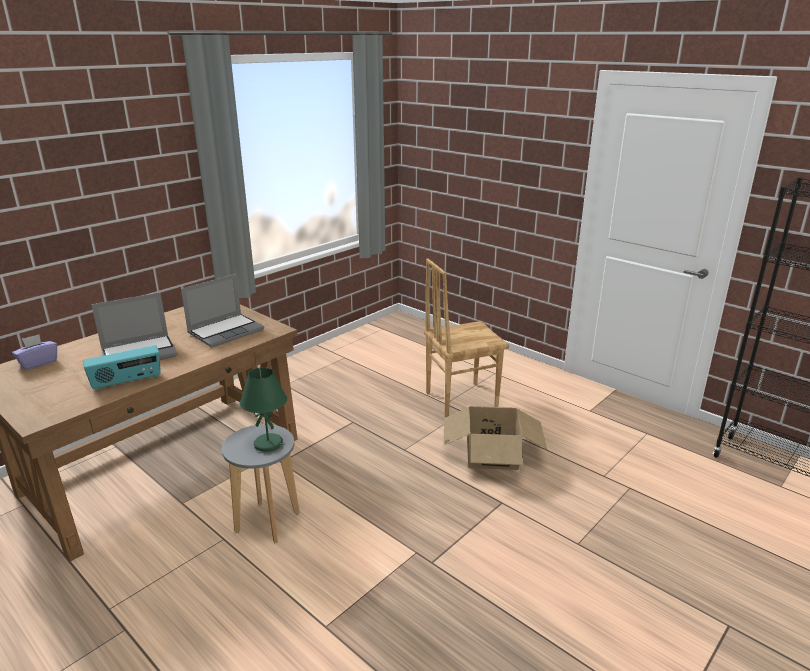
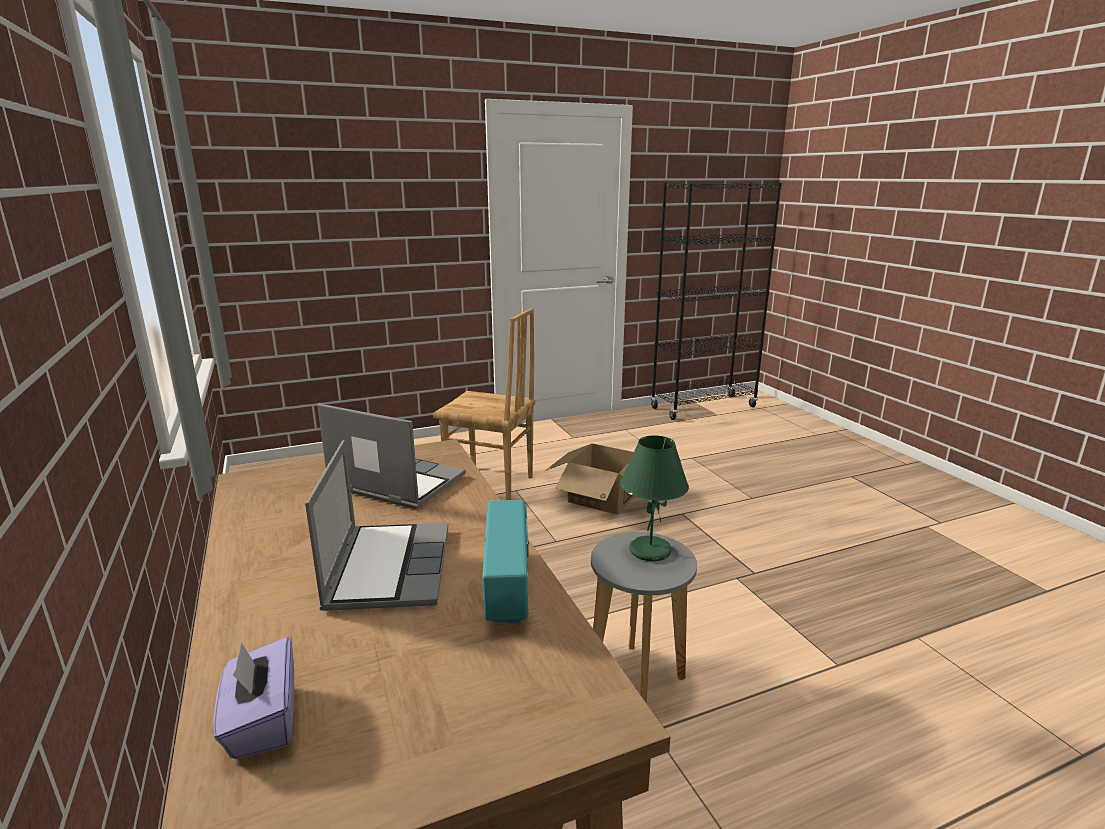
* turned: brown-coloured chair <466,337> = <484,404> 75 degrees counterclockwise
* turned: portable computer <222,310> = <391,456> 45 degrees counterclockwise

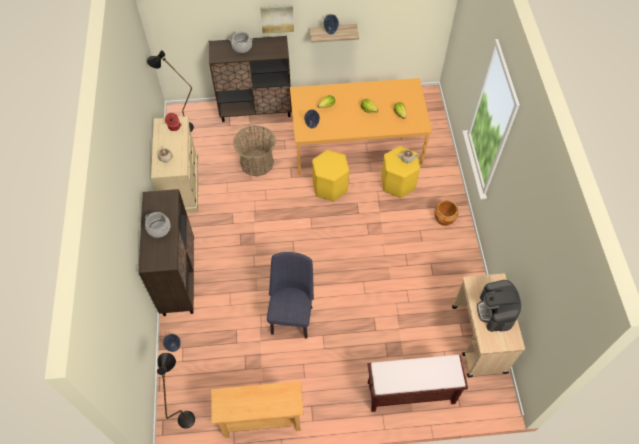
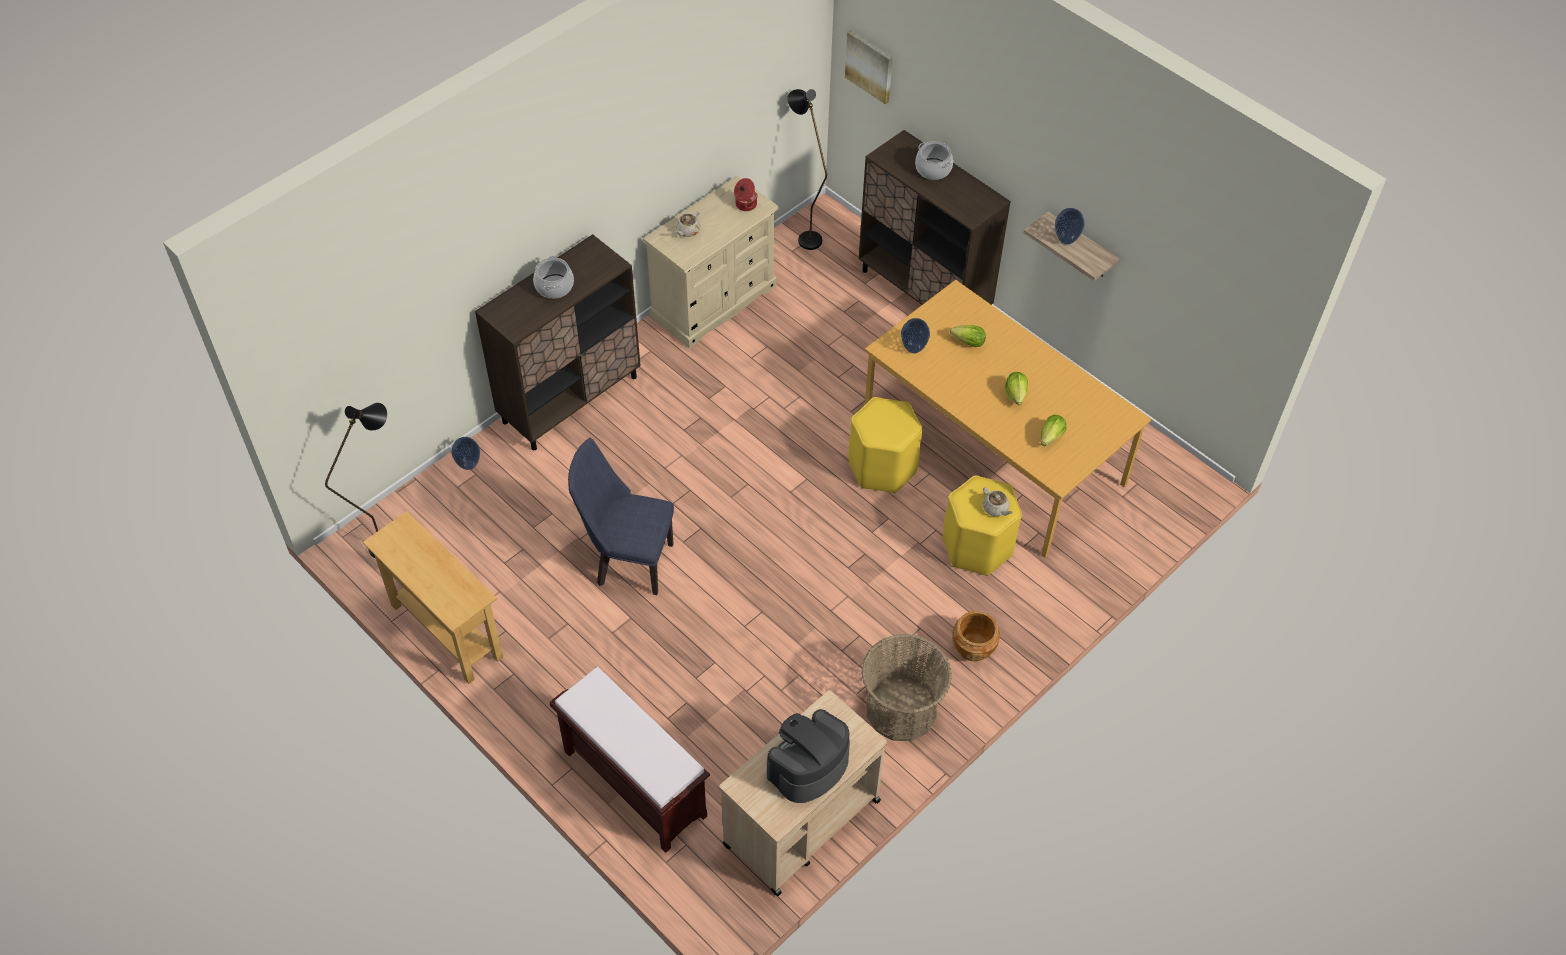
* moved: wall picture <277,19> to <869,67>
* moved: storage basket <254,151> to <906,687>
* turned: blue-coloured chair <290,295> = <621,516> 135 degrees counterclockwise

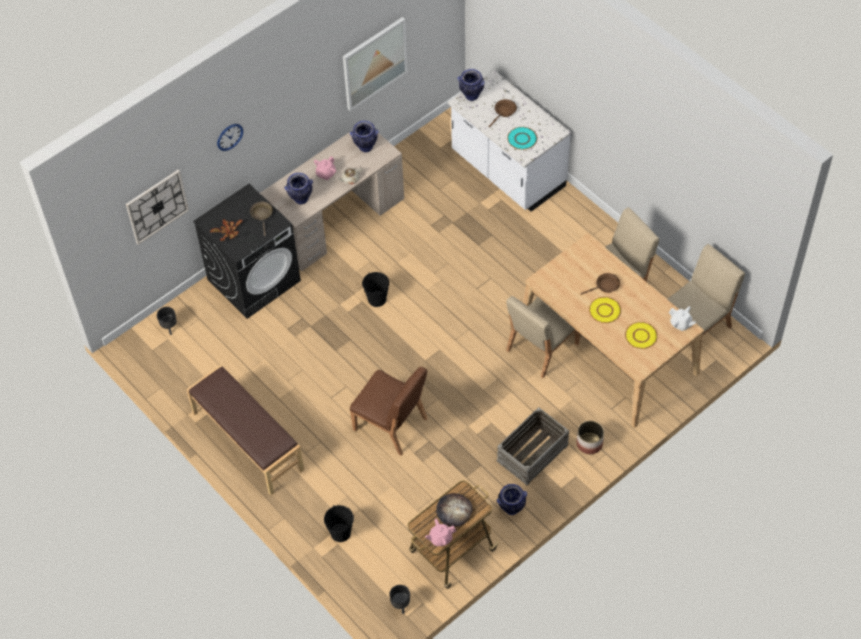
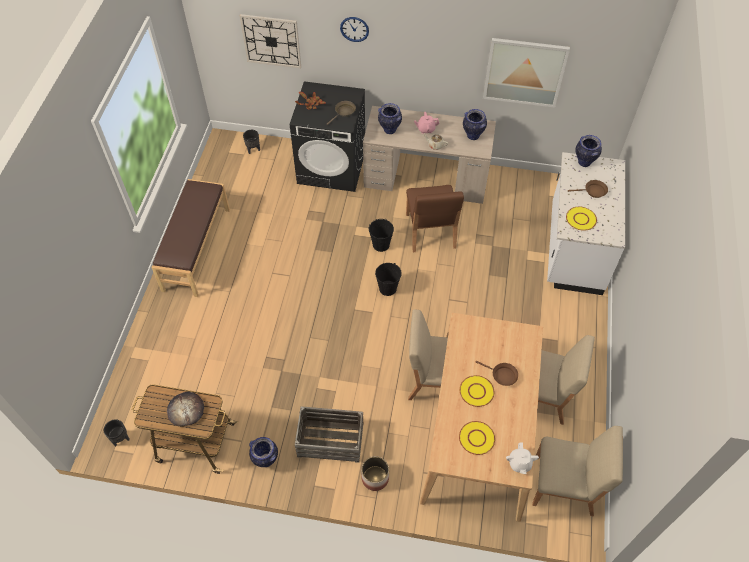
* recoloured: blue-green plate <522,138> to yellowish plate <581,219>
* moved: brown-coloured chair <389,411> to <435,219>
* moved: black-coloured water bucket <339,523> to <388,279>
* removed: pink tea pot <440,532>

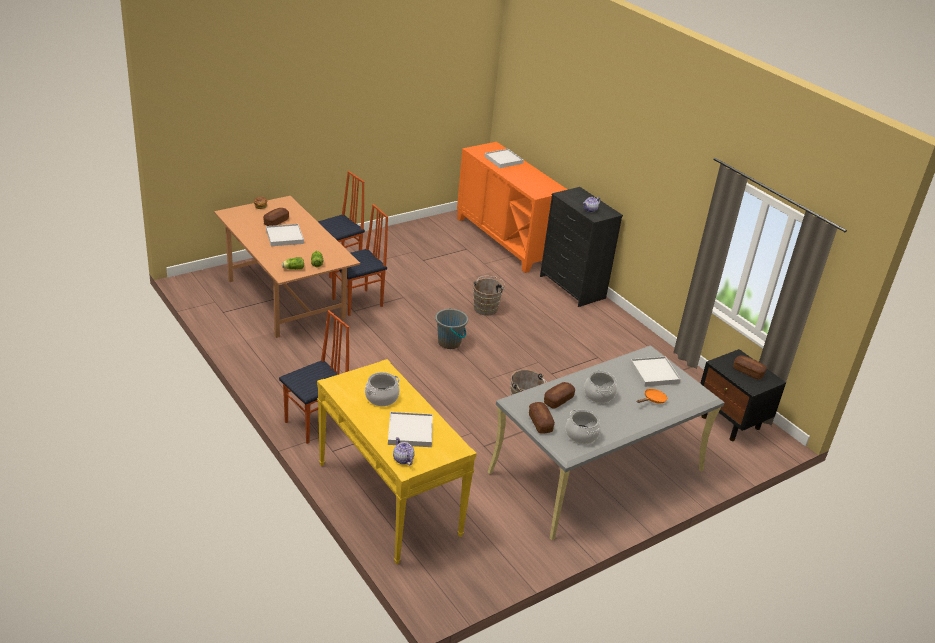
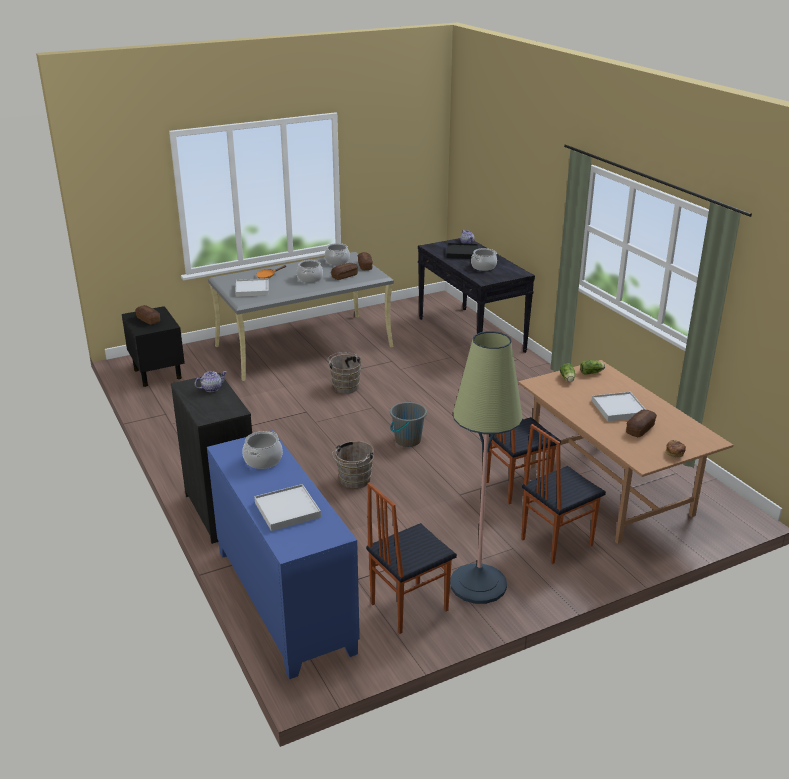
* recoloured: orange-coloured storage cabinet <512,207> to blue-coloured storage cabinet <283,554>
* moved: chair <314,377> to <411,558>
* recoloured: yellowish narrow table <397,462> to black-coloured narrow table <476,295>
* recoloured: whitish tray <410,429> to black-coloured tray <462,251>
* added: standard lamp <486,467>
* added: cooking pot <263,450>

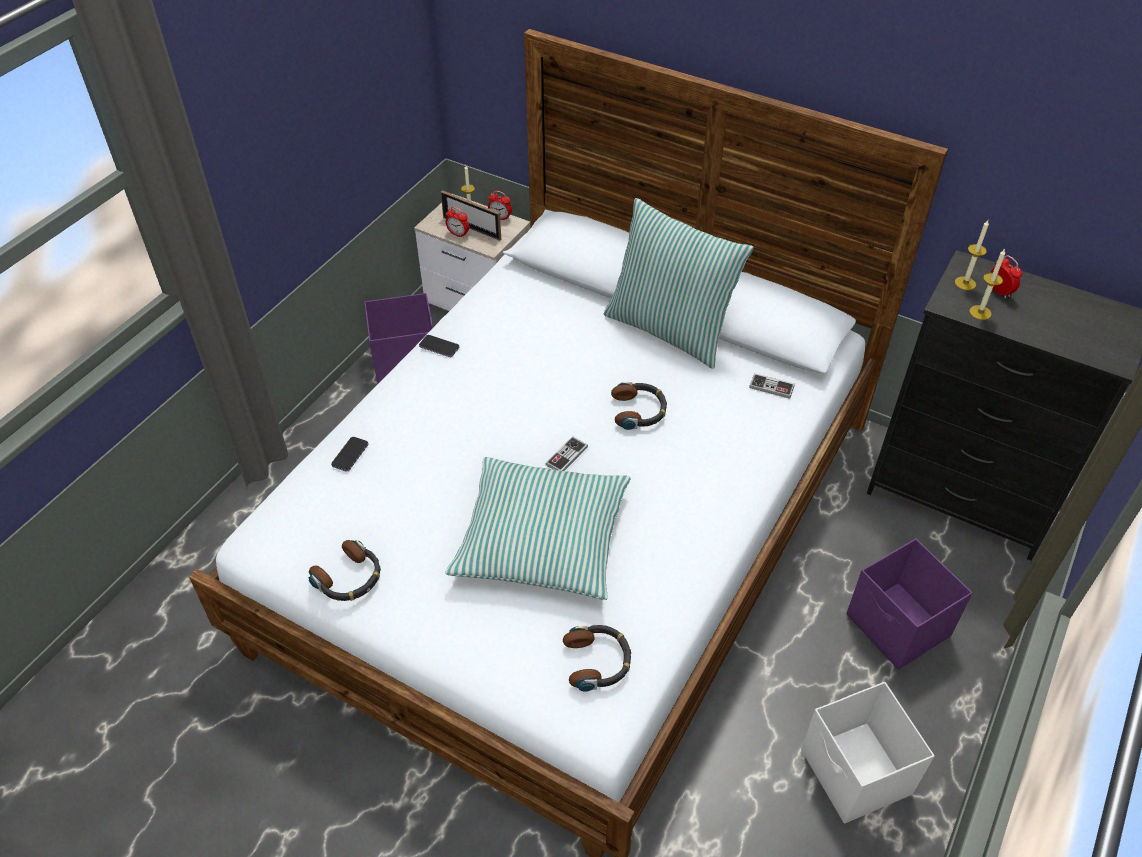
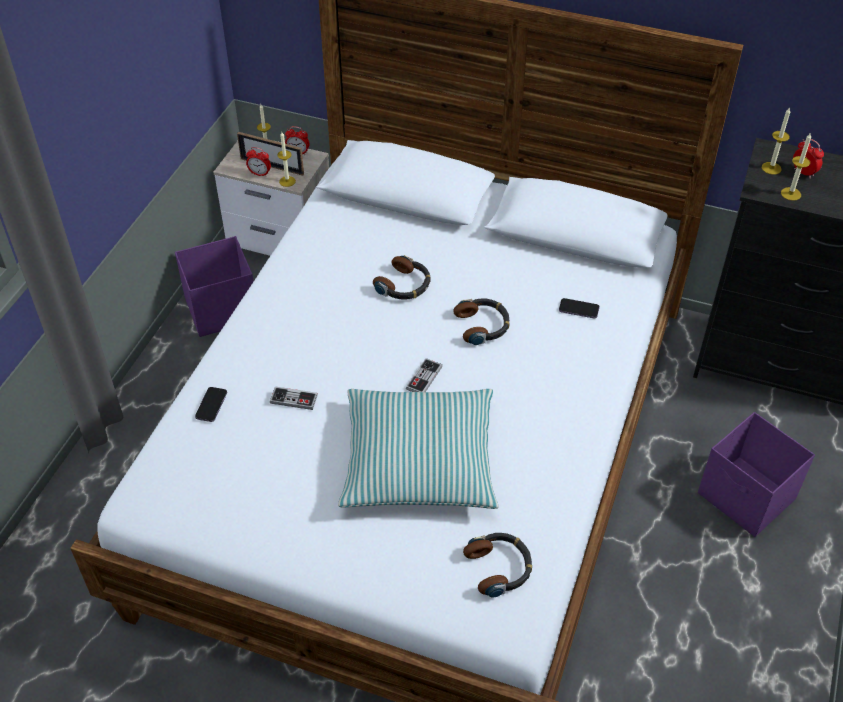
* removed: pillow <679,283>
* moved: telephone <439,346> to <579,308>
* moved: joypad <772,386> to <294,398>
* moved: headset <345,570> to <402,277>
* removed: whitish storage box <868,753>
* added: candle <286,159>

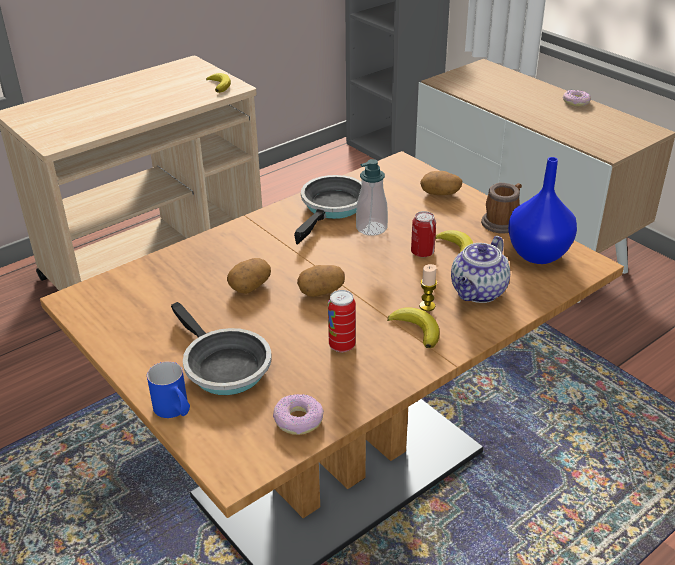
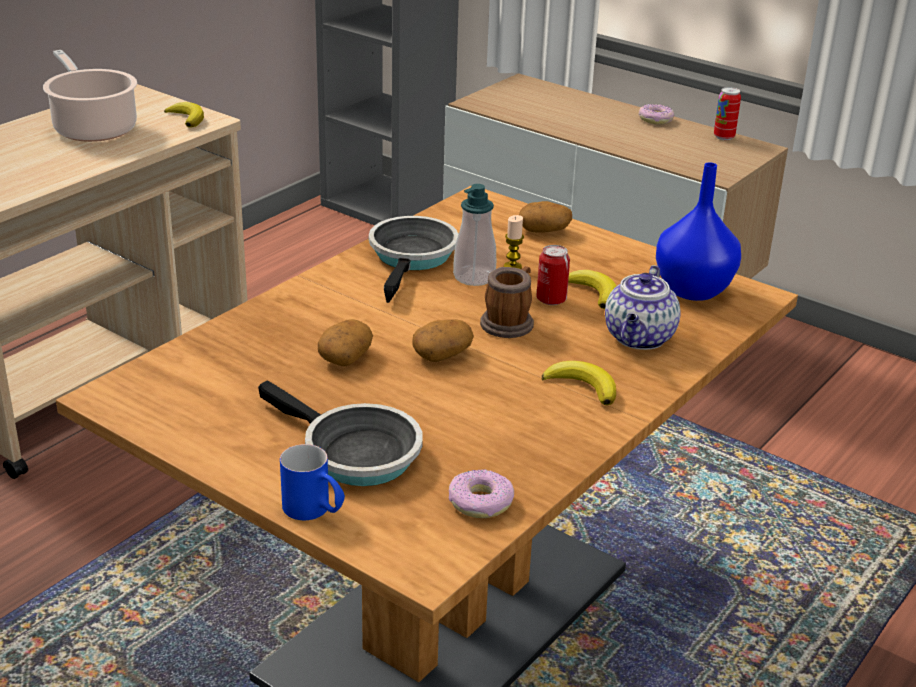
* moved: coffee mug <501,208> to <507,302>
* moved: candle <428,287> to <514,242>
* moved: can <342,321> to <727,113>
* added: cooking pot <90,96>

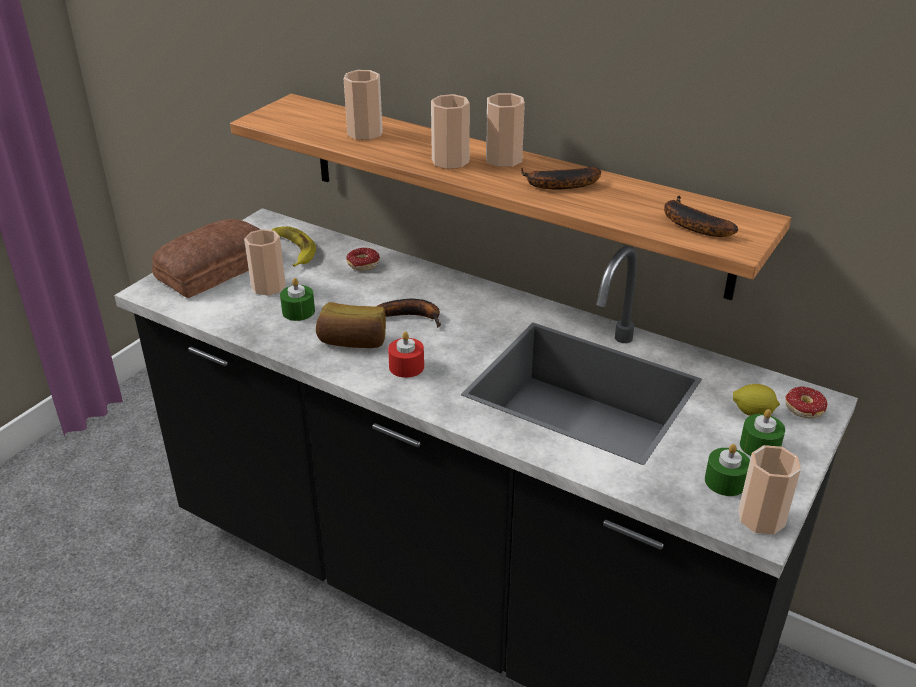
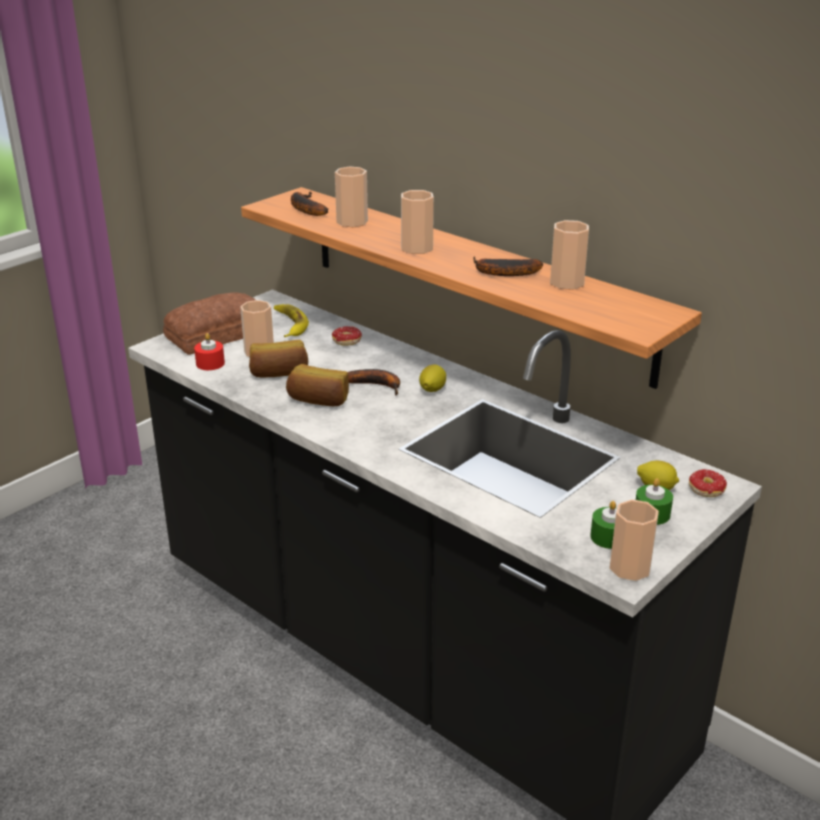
* moved: drinking cup <505,130> to <569,255>
* moved: banana fruit <701,216> to <309,204>
* replaced: green-coloured candle <297,299> to bakery bread <278,359>
* moved: red candle <406,355> to <209,351>
* added: lemon <432,378>

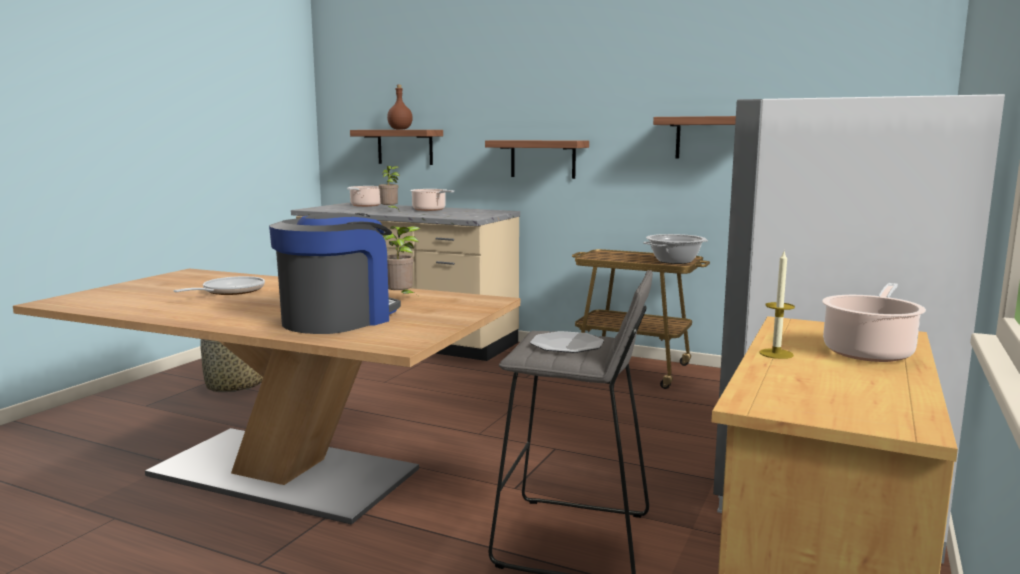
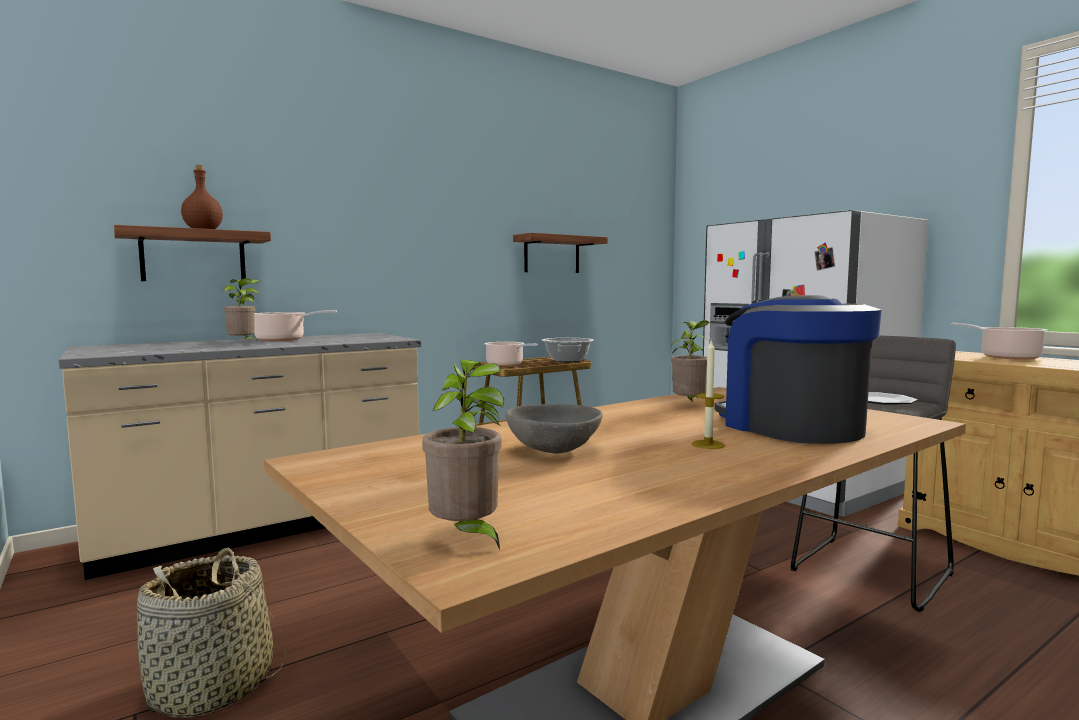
* removed: wall shelf <537,159>
* moved: cooking pot <364,196> to <511,354>
* moved: candle <777,305> to <708,394>
* replaced: frying pan <219,285> to gray serving bowl <553,428>
* added: houseplant <463,454>

